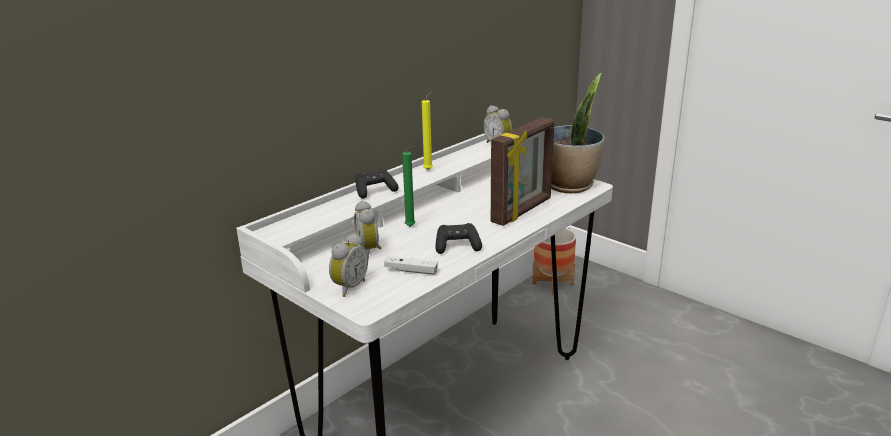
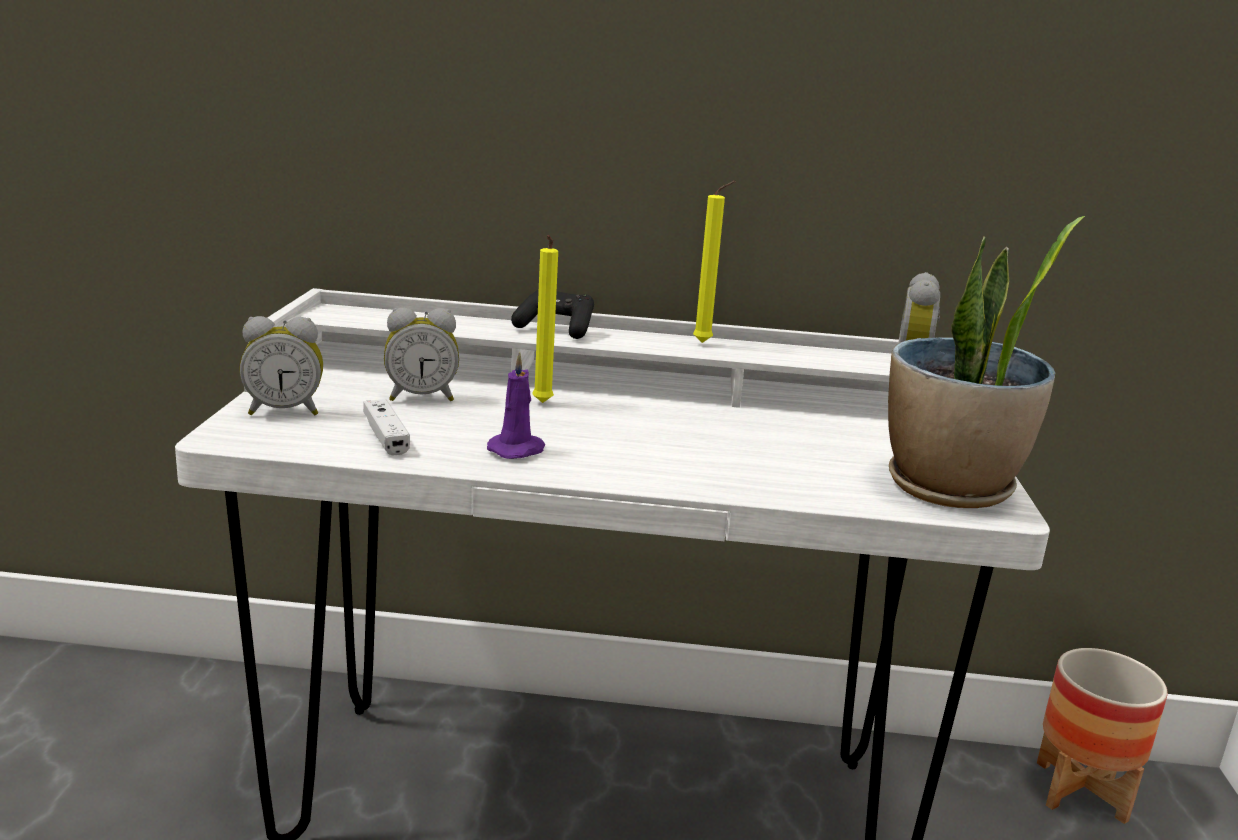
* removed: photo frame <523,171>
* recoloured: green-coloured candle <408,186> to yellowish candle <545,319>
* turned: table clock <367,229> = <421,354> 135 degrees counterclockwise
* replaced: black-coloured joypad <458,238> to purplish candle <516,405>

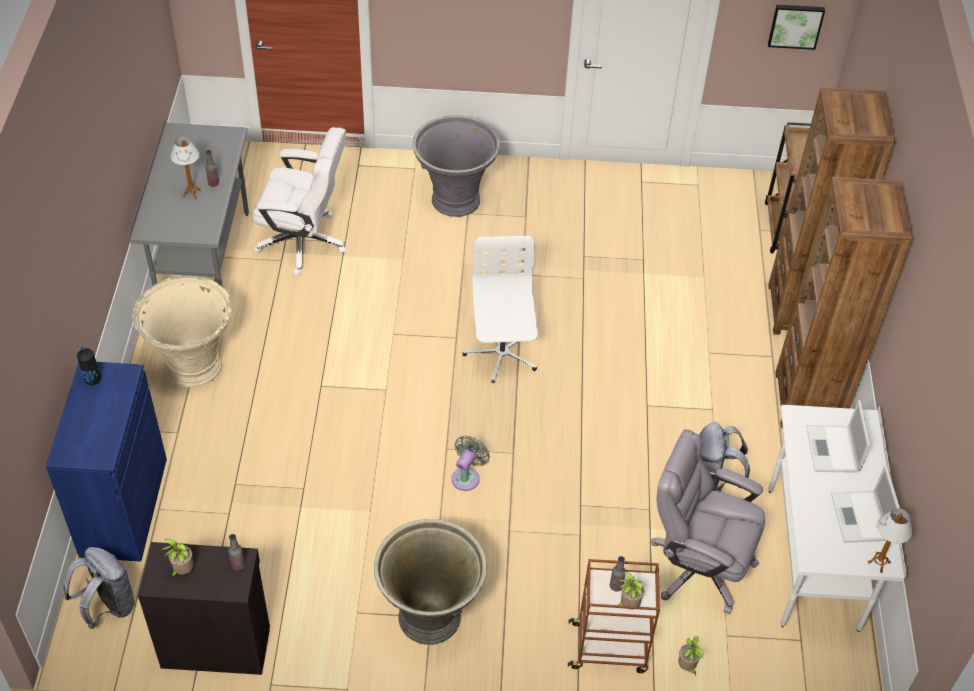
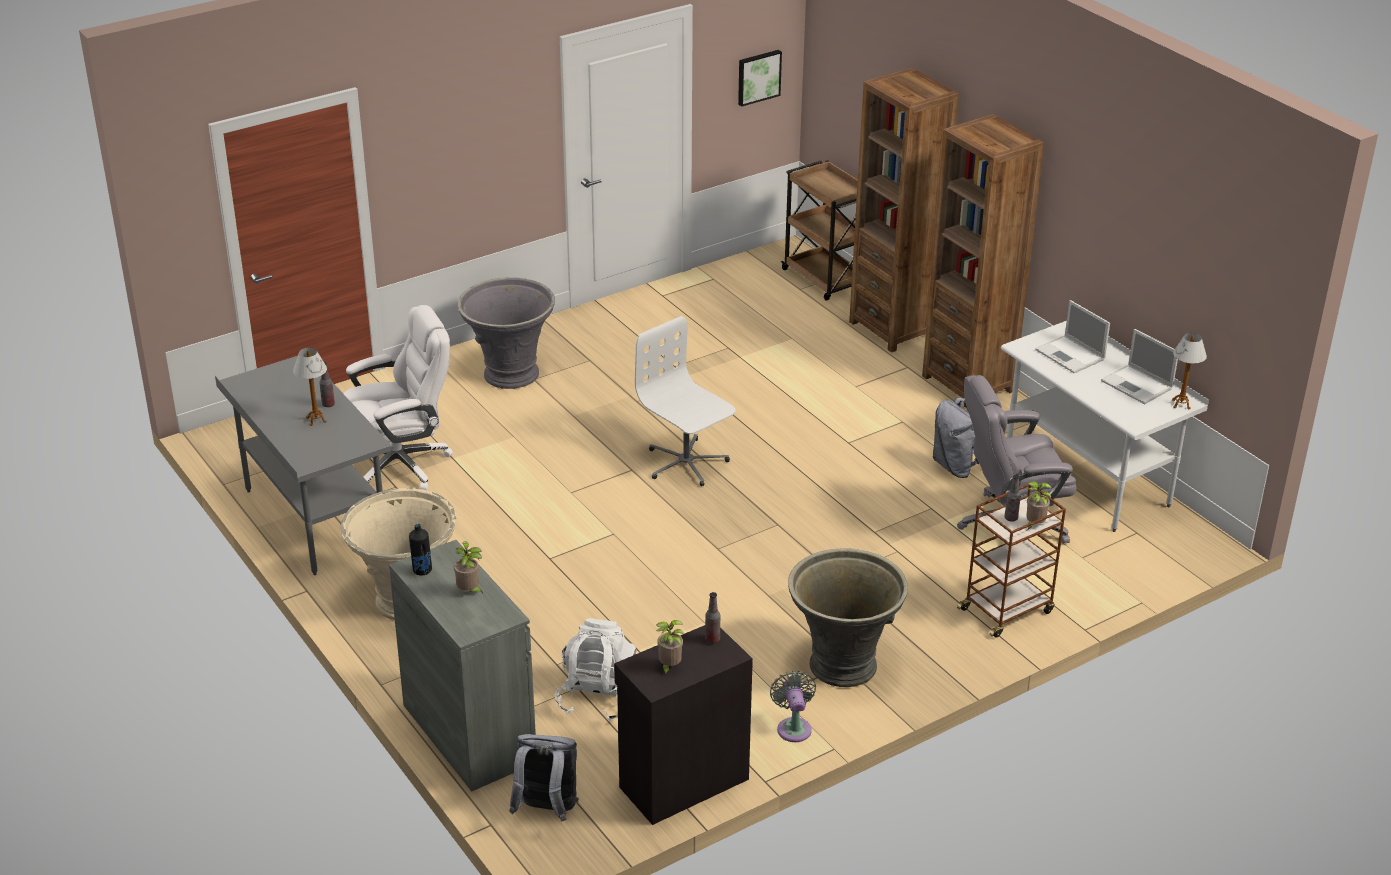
* recoloured: blue-coloured storage cabinet <106,462> to gray storage cabinet <462,666>
* moved: gray cooling fan <470,463> to <793,706>
* moved: houseplant <691,655> to <468,567>
* added: whitish knapsack <595,669>

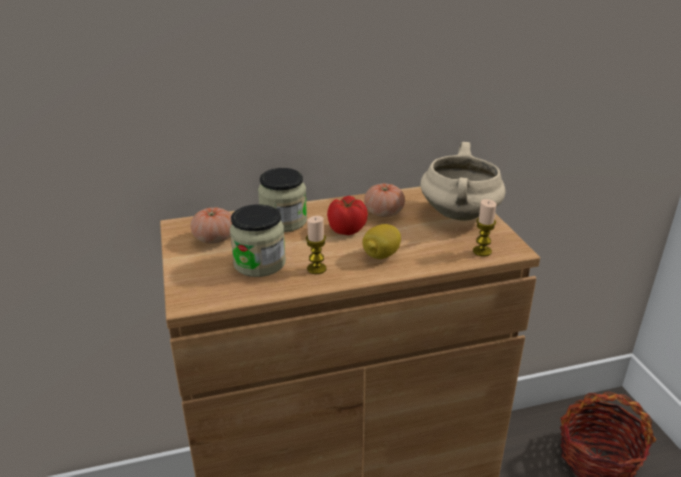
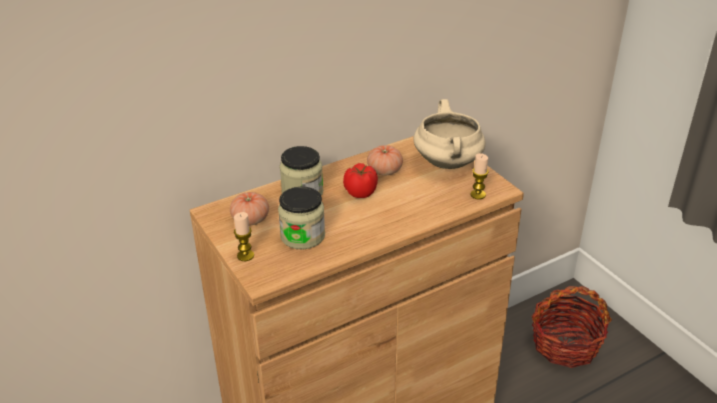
* moved: candle <316,245> to <244,236>
* removed: lemon <381,241>

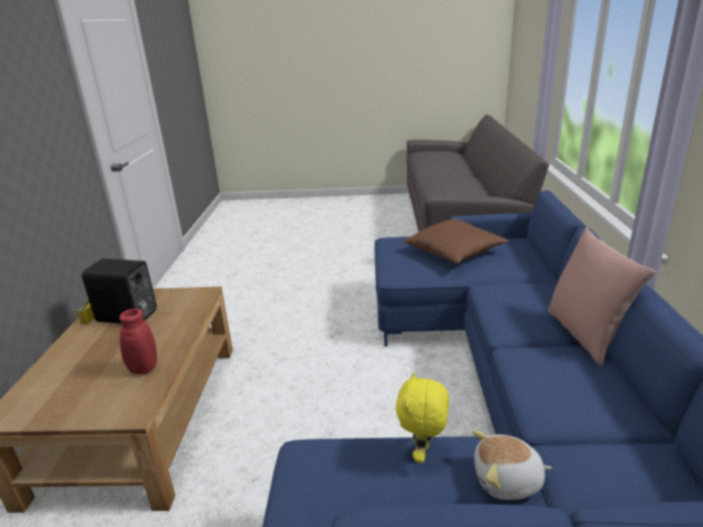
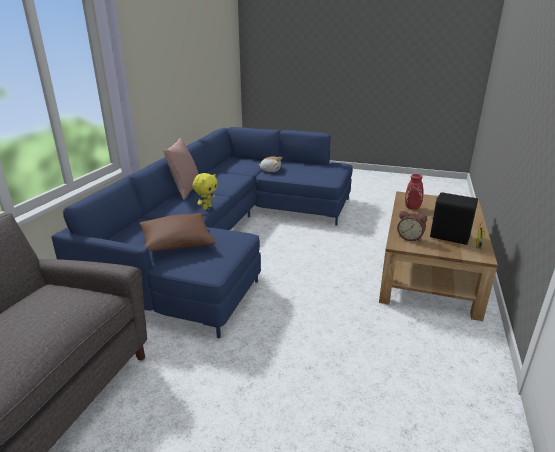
* moved: yellowish cuddly toy <422,417> to <205,191>
* added: table clock <412,226>

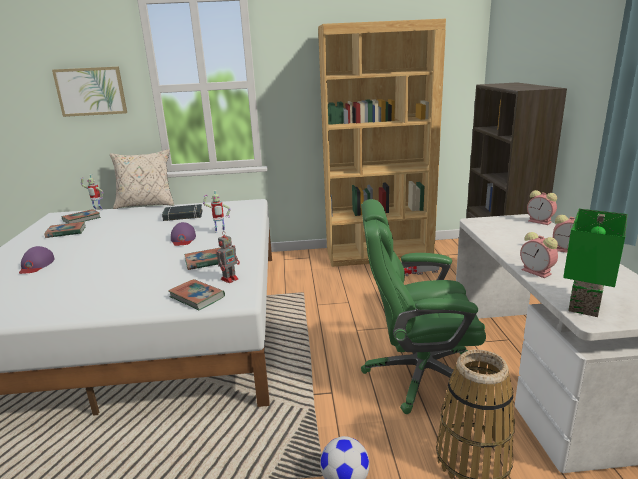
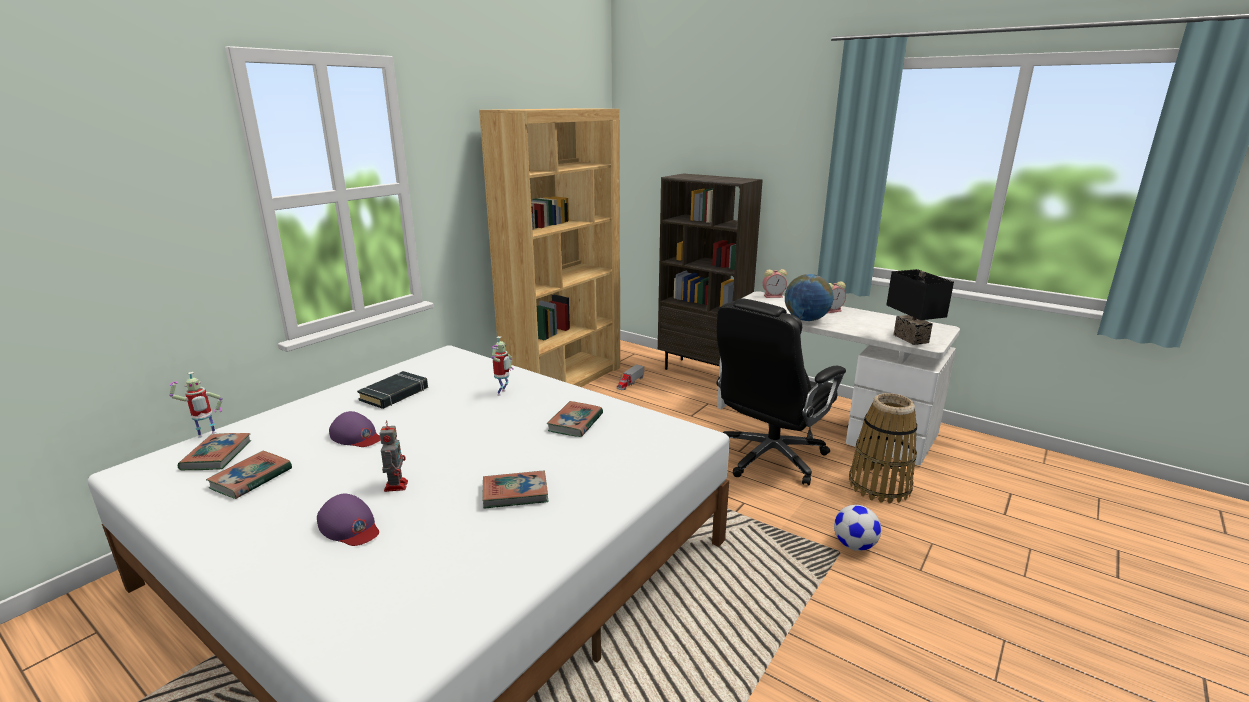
* removed: wall picture <89,91>
* removed: beige pillow <142,179>
* recoloured: green-coloured desk chair <423,306> to black-coloured desk chair <781,392>
* recoloured: green-coloured tabletop lamp <595,263> to black-coloured tabletop lamp <920,307>
* moved: purplish cap <183,234> to <355,429>
* moved: model robot <228,257> to <394,456>
* removed: table clock <539,255>
* moved: volume <196,294> to <515,489>
* added: world globe <809,297>

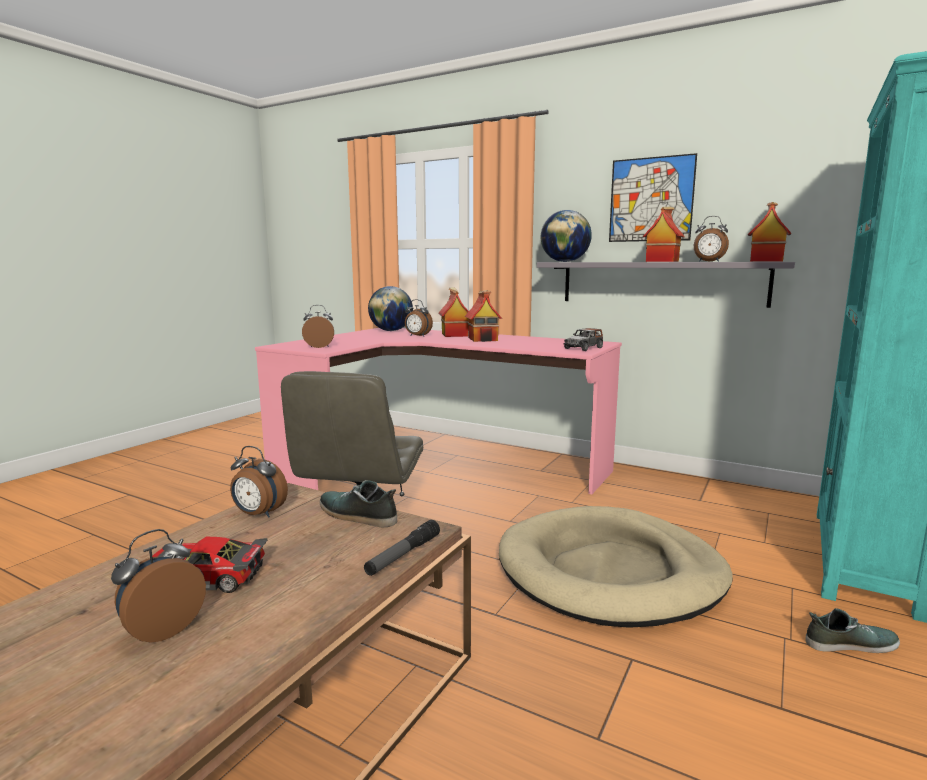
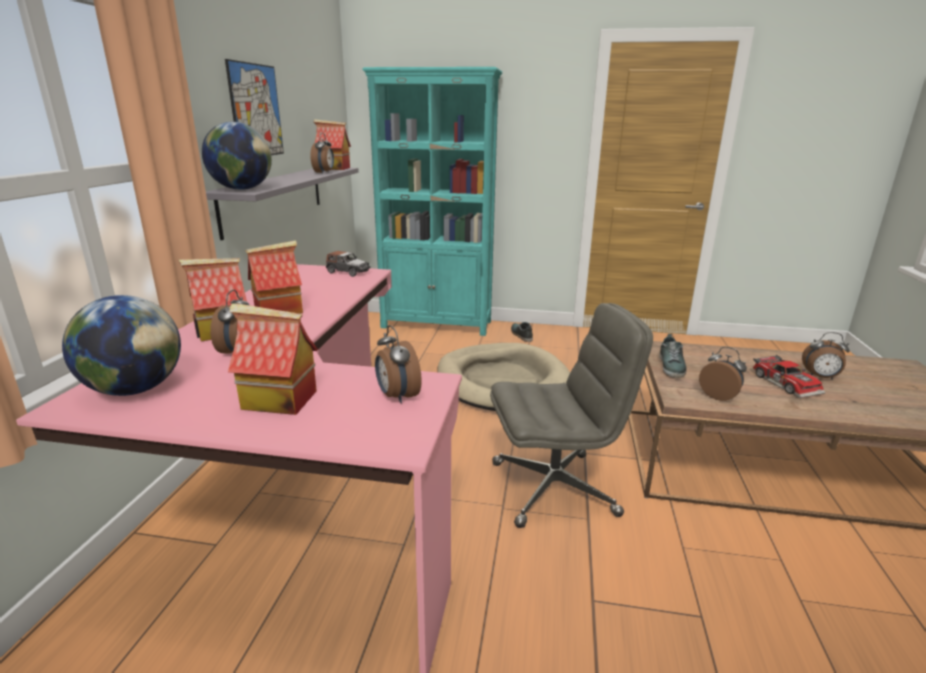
* moved: miniature house <664,234> to <273,359>
* turned: table clock <259,482> = <723,373> 45 degrees counterclockwise
* removed: flashlight <402,548>

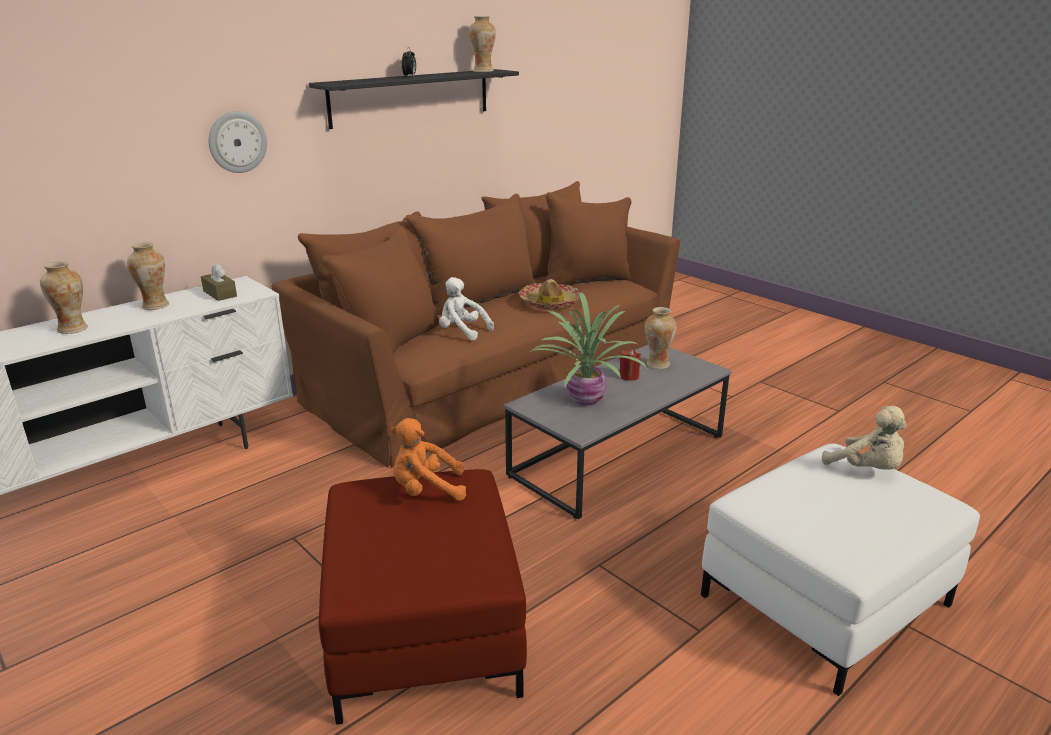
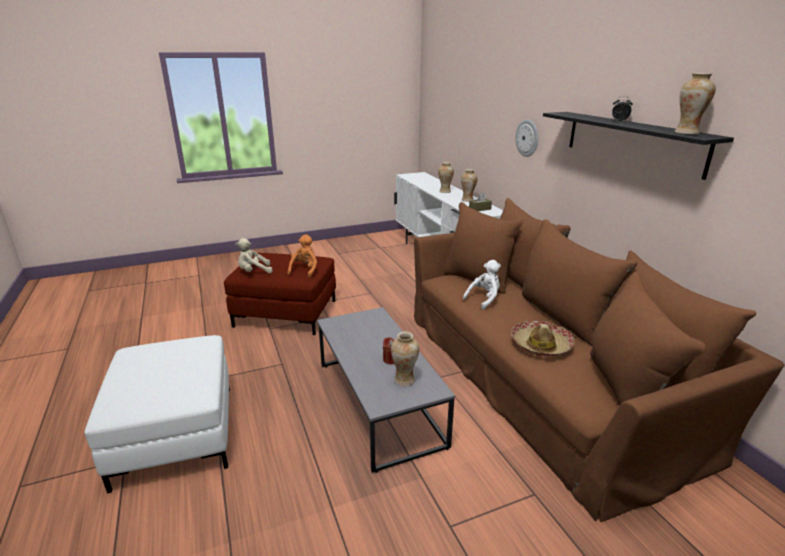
* removed: houseplant <589,348>
* moved: beige cuddly toy <864,438> to <253,255>

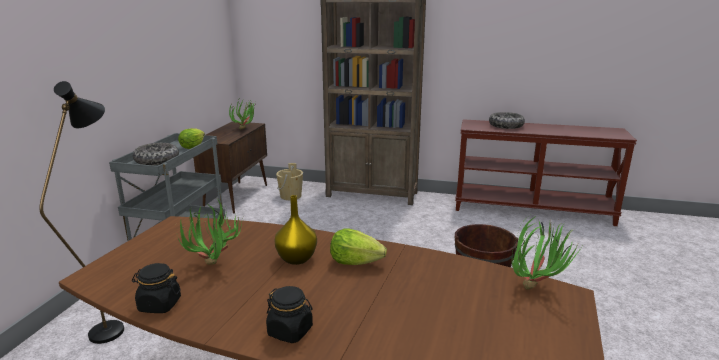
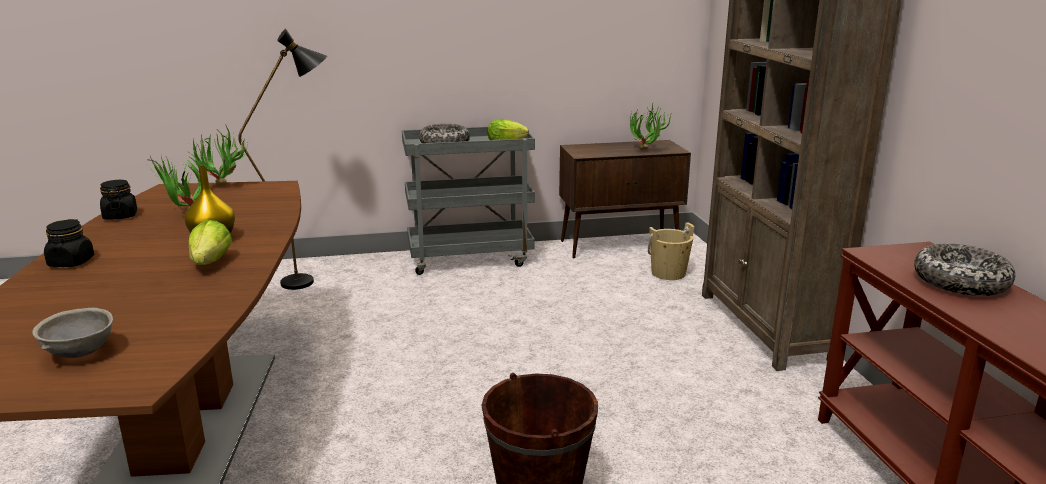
* moved: houseplant <546,253> to <220,155>
* added: gray serving bowl <72,333>

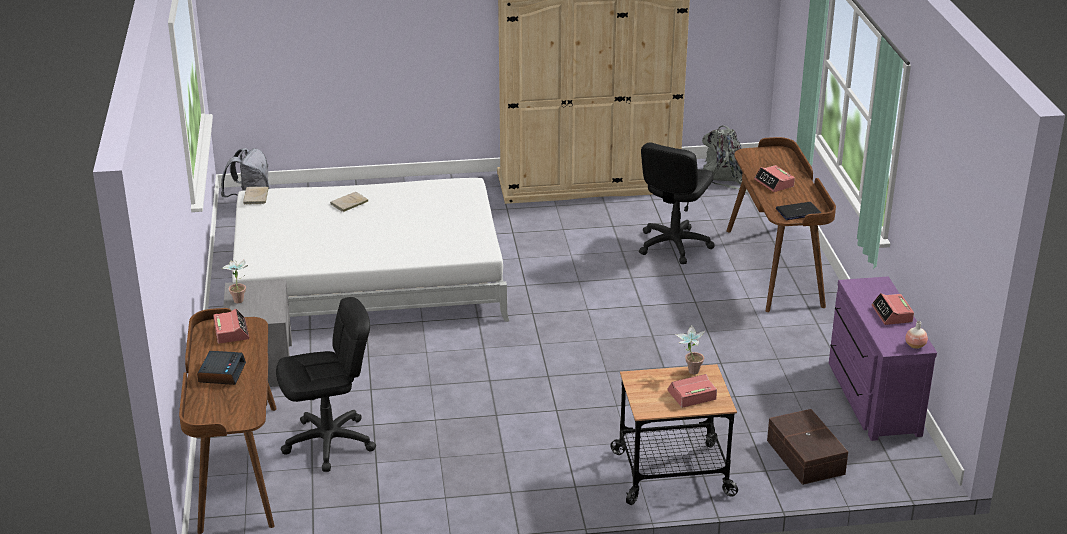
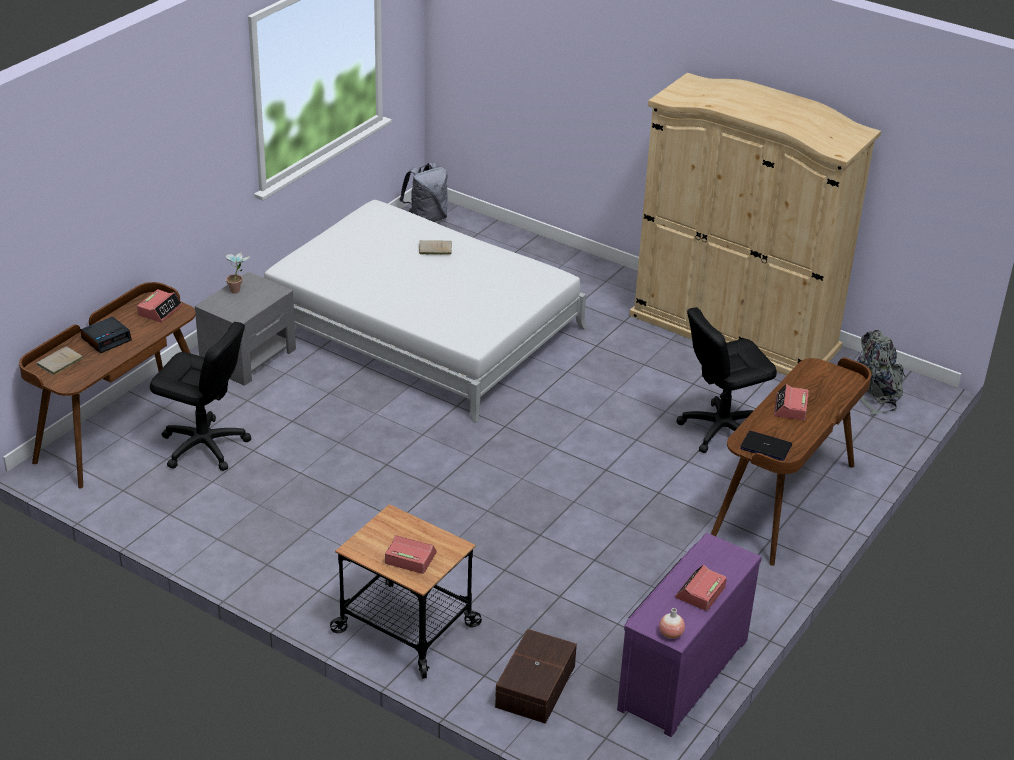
* moved: beige volume <255,195> to <59,360>
* removed: houseplant <690,349>

